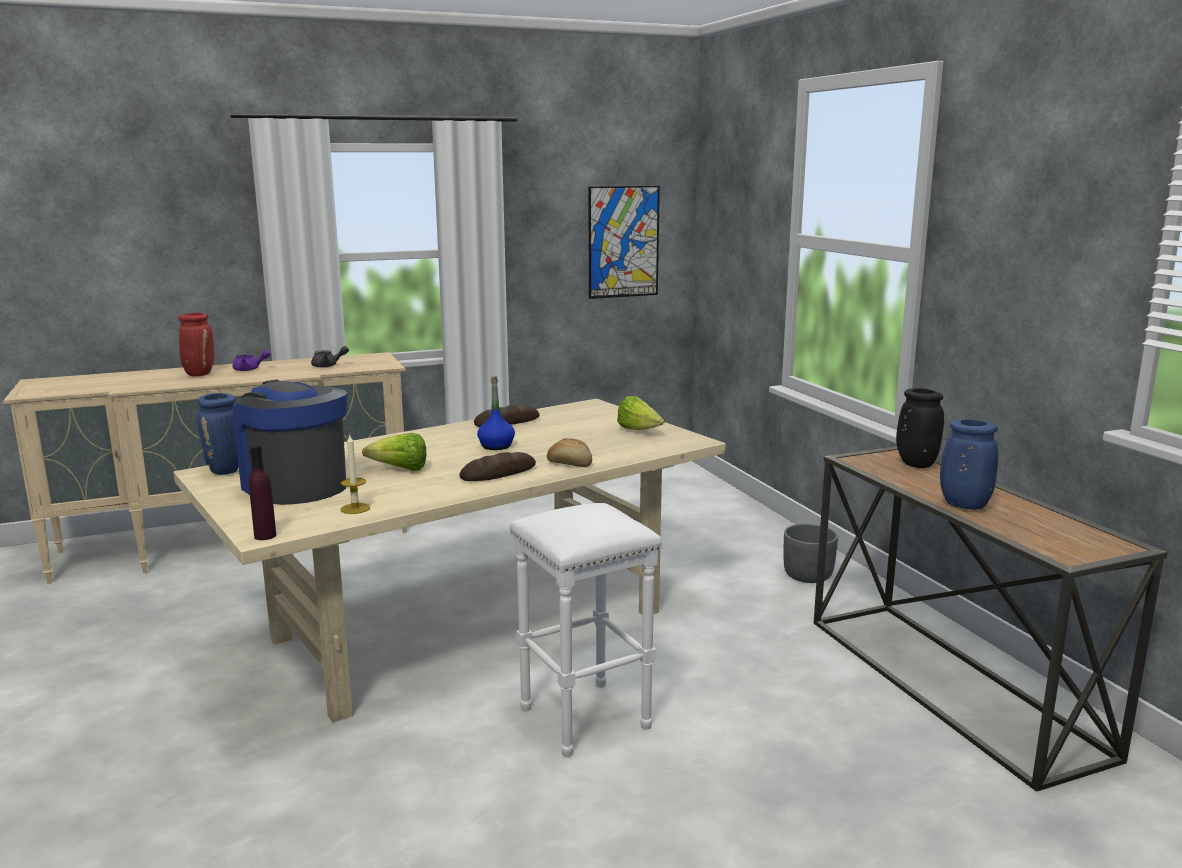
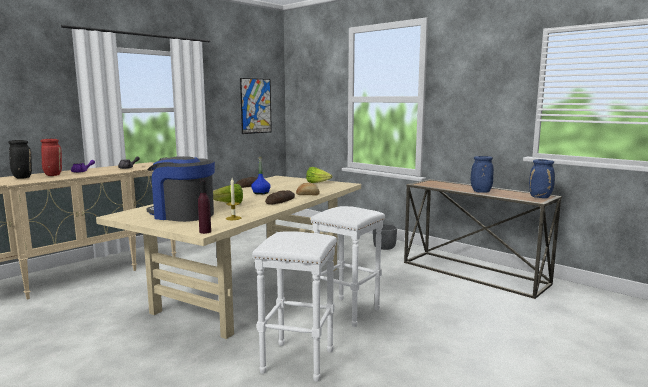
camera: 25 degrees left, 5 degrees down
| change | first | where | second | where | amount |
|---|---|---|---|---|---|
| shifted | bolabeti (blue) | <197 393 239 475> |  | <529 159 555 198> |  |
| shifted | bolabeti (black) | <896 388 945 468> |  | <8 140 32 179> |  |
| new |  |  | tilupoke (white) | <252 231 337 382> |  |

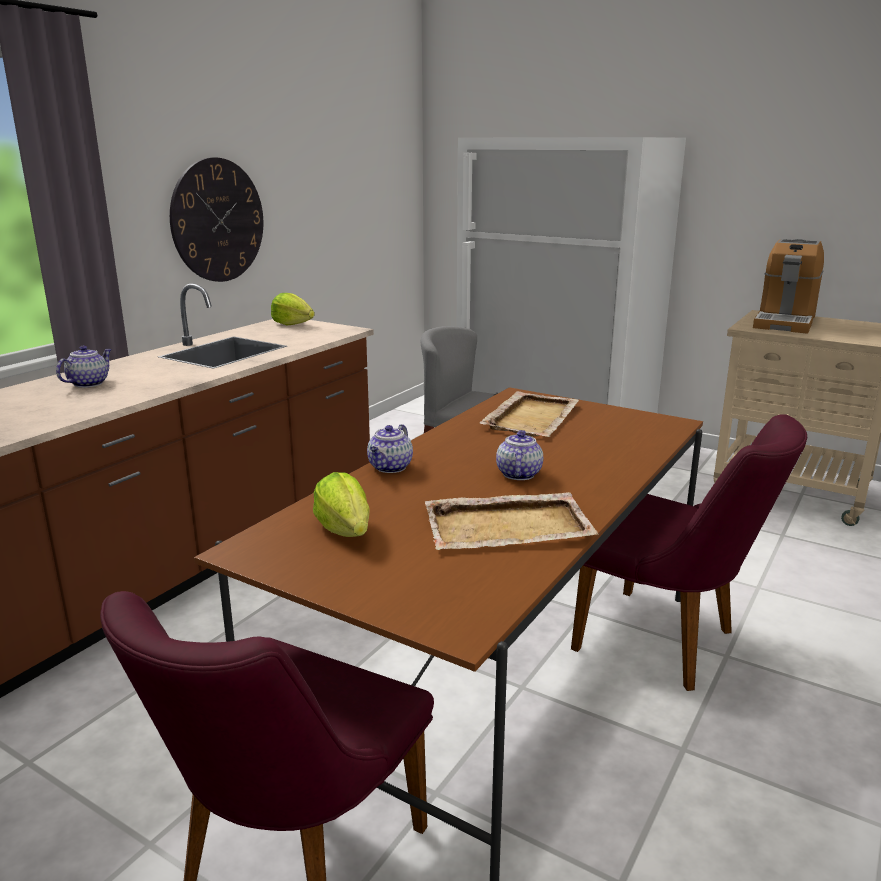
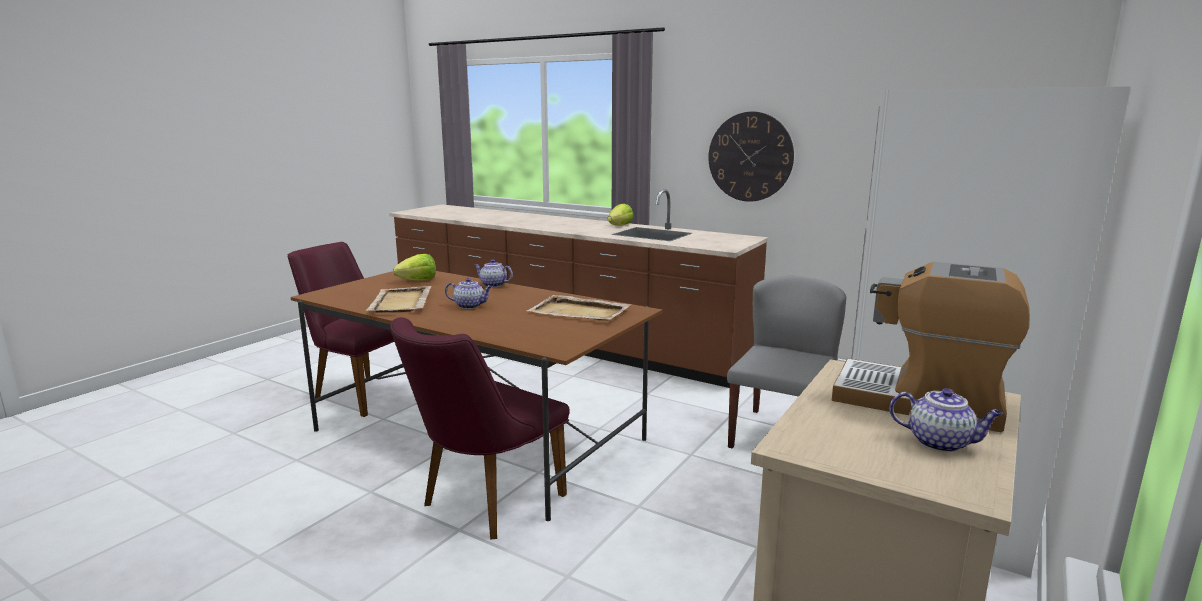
camera: 90 degrees right, 5 degrees down
| change | first | where | second | where | amount |
|---|---|---|---|---|---|
| shifted | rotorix | <56 346 112 388> |  | <890 388 1003 452> |  |
| shifted | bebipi | <271 293 315 325> |  | <608 203 633 226> |  |

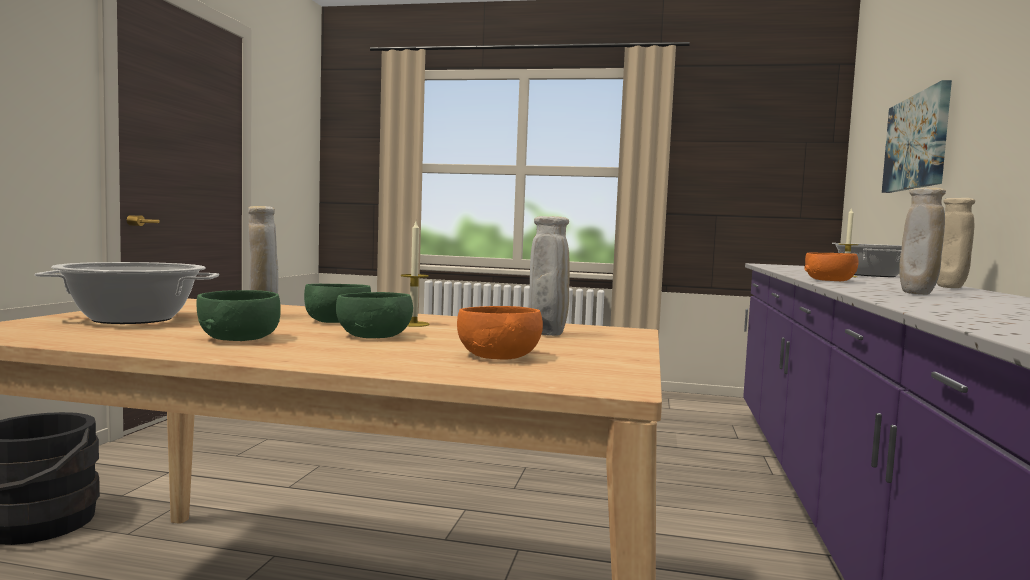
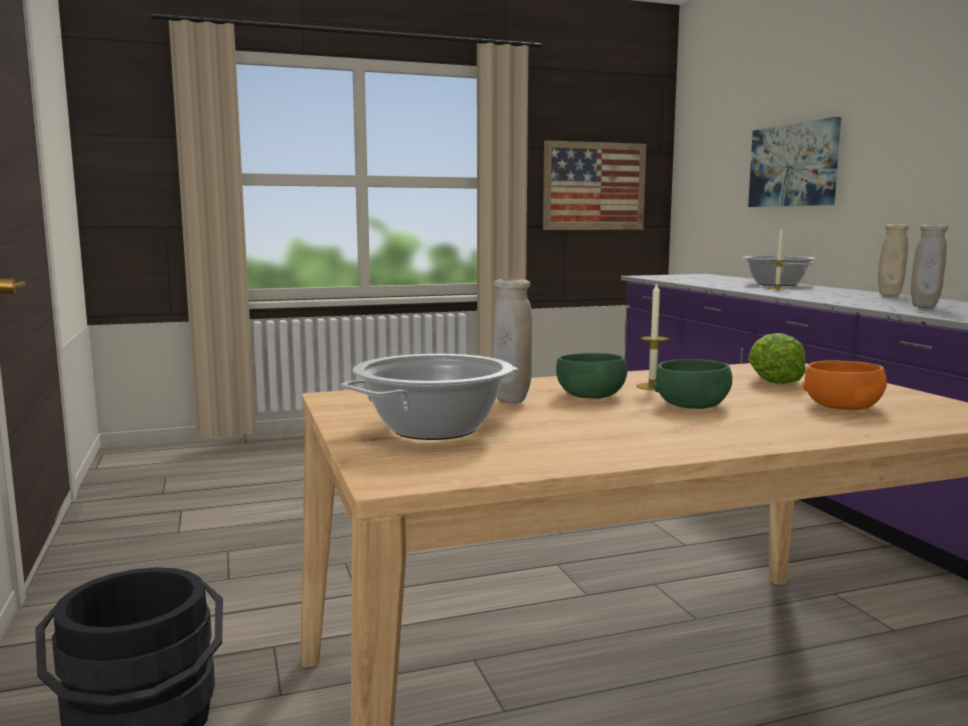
camera: 30 degrees left, 5 degrees up
| change | first | where | second | where | amount |
|---|---|---|---|---|---|
| gone | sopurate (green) | <197 290 281 341> |  |  |  |
| swapped | bolabeti (beige) | <529 216 570 336> | bebipi | <748 333 806 384> |  |
| gone | sopurate (orange) | <804 253 859 281> |  |  |  |
| new |  |  | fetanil | <543 140 646 230> |  |

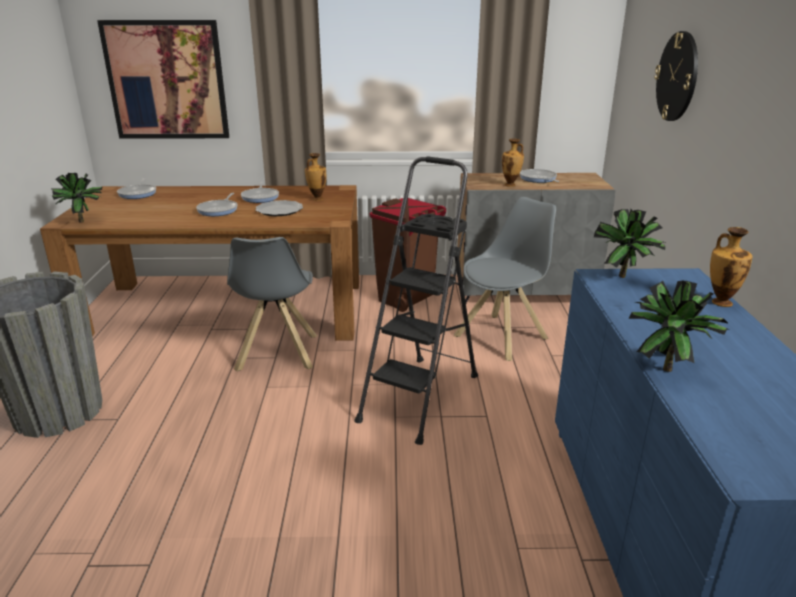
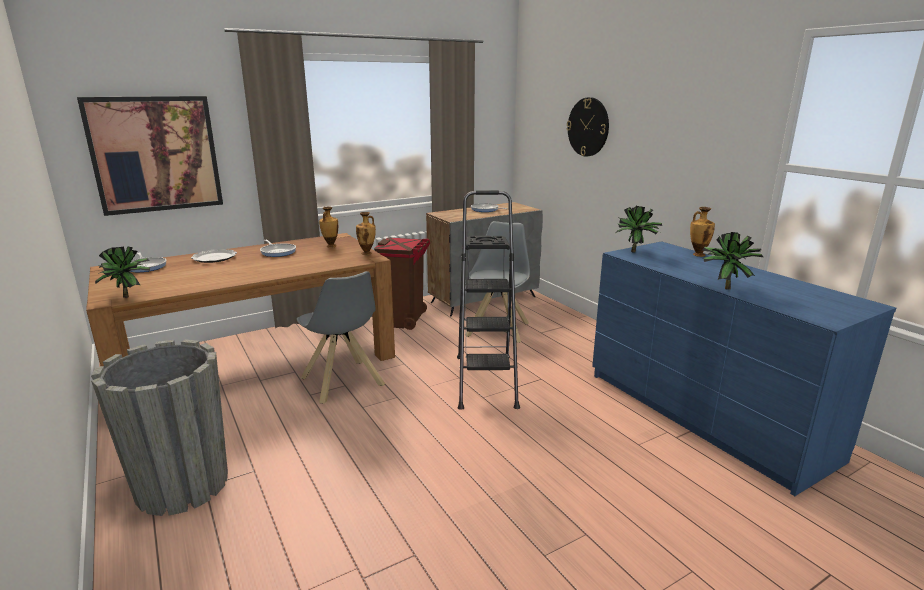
camera: 30 degrees left, 5 degrees down
| change | first | where | second | where | amount |
|---|---|---|---|---|---|
| gone | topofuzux | <196 193 238 216> |  |  |  |
| shifted | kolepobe | <256 200 303 216> |  | <191 249 237 263> |  |
| shifted | bolabeti | <502 139 524 187> |  | <356 212 376 255> |  |

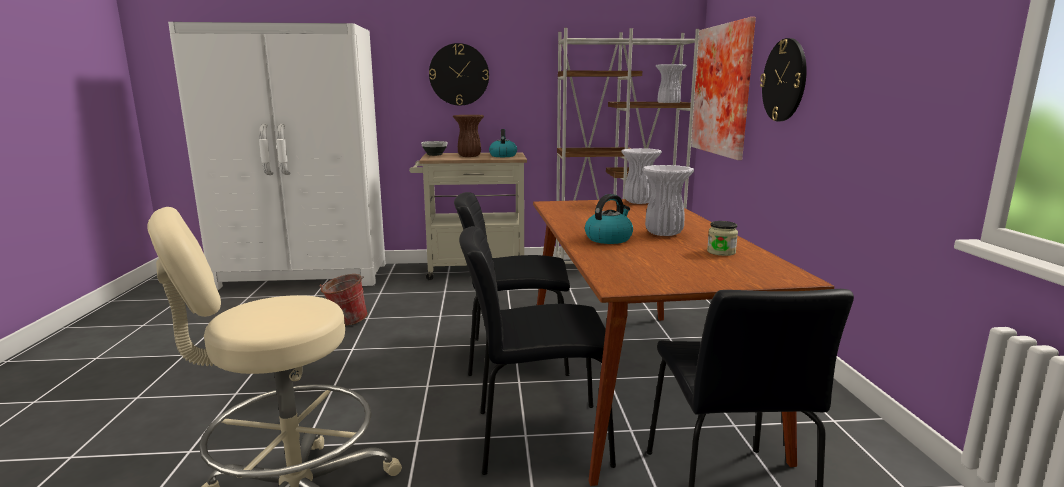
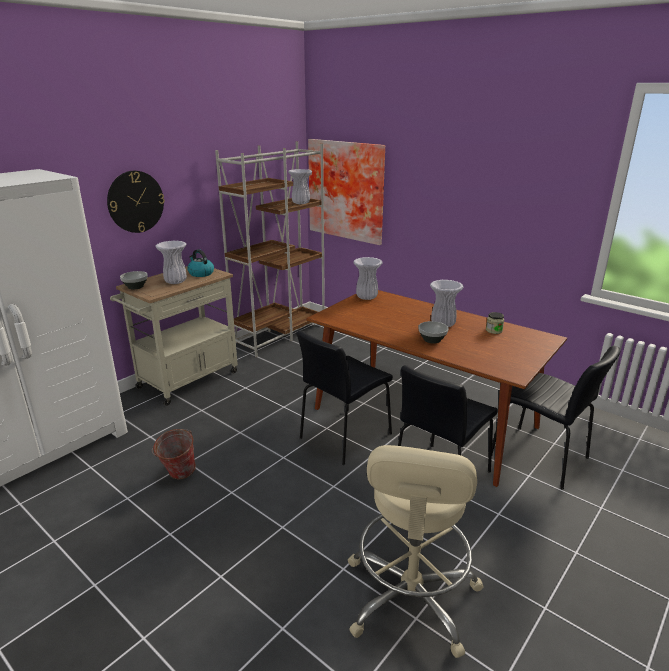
camera: 45 degrees left, 10 degrees up
| change | first | where | second | where | amount |
|---|---|---|---|---|---|
| repainted | bolabeti (brown) | <453 115 484 157> | bolabeti (white) | <155 241 187 284> |  |
| swapped | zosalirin | <585 194 633 244> | sopurate | <418 321 449 344> |  |
| gone | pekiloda | <760 38 807 121> |  |  |  |

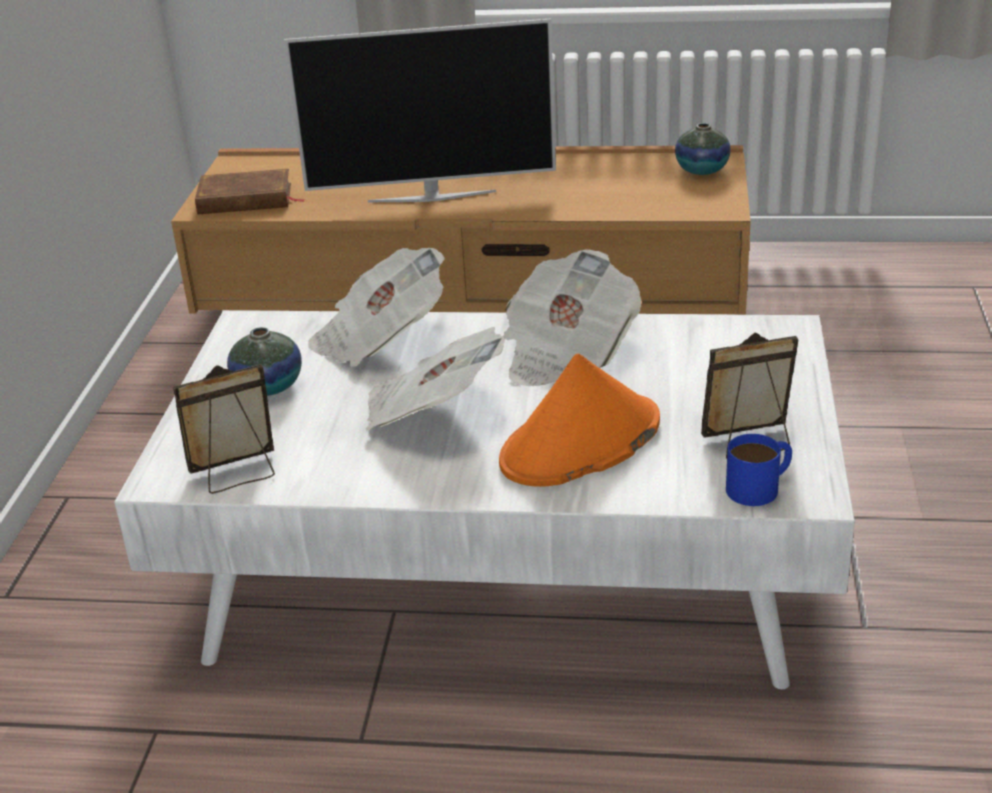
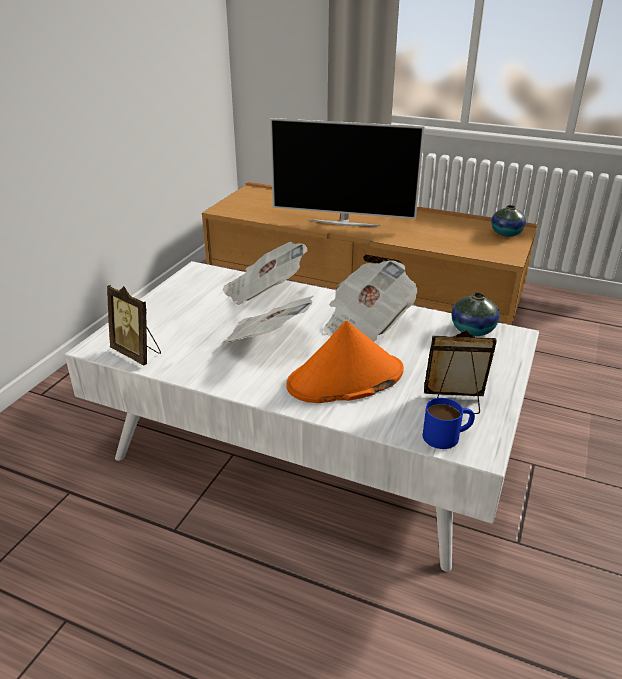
camera: 15 degrees right, 0 degrees up
| change | first | where | second | where | amount |
|---|---|---|---|---|---|
| rotated | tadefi | <173 364 275 494> |  | <107 285 161 365> | 135 degrees counterclockwise |
| gone | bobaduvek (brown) | <195 169 306 214> |  |  |  |
| shifted | bolabeti | <227 327 302 396> |  | <452 293 500 336> |  |

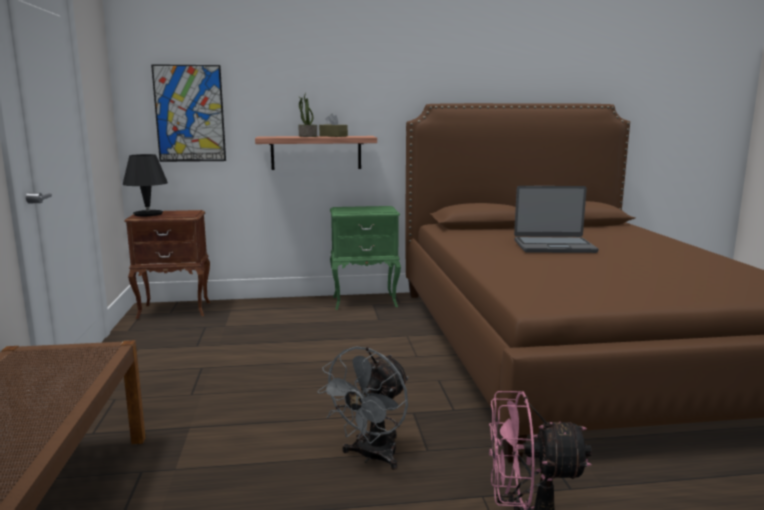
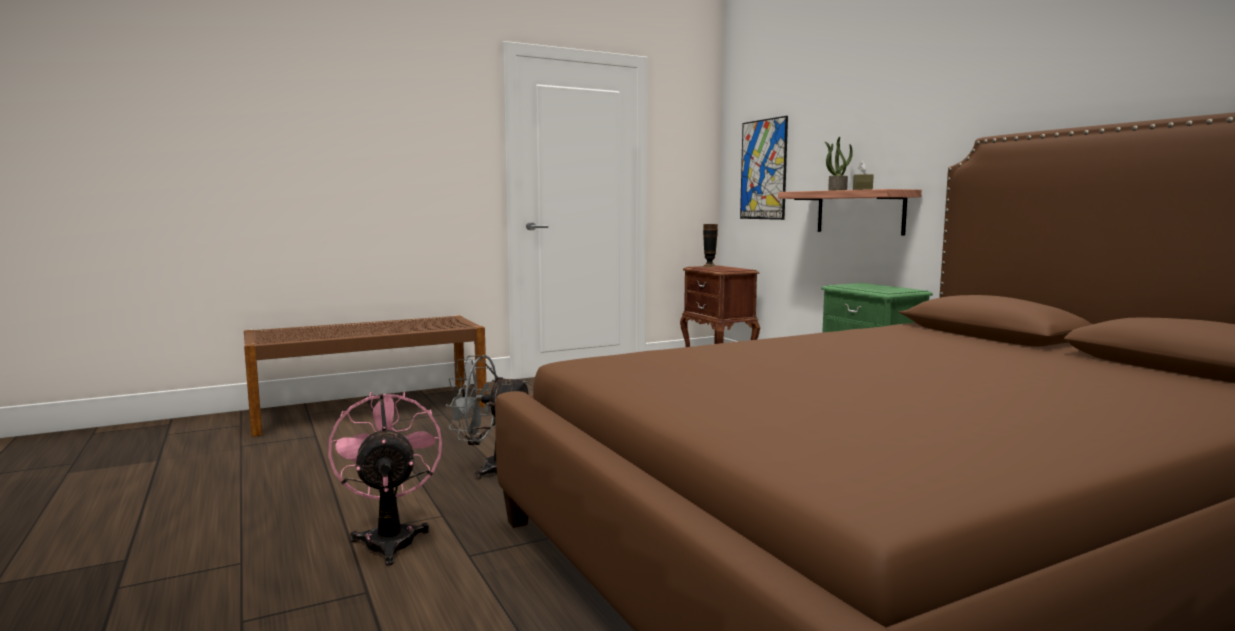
camera: 70 degrees right, 5 degrees down
| change | first | where | second | where | amount |
|---|---|---|---|---|---|
| swapped | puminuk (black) | <122 154 168 216> | bolabeti | <702 224 718 268> |  |
| gone | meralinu | <514 186 598 253> |  |  |  |

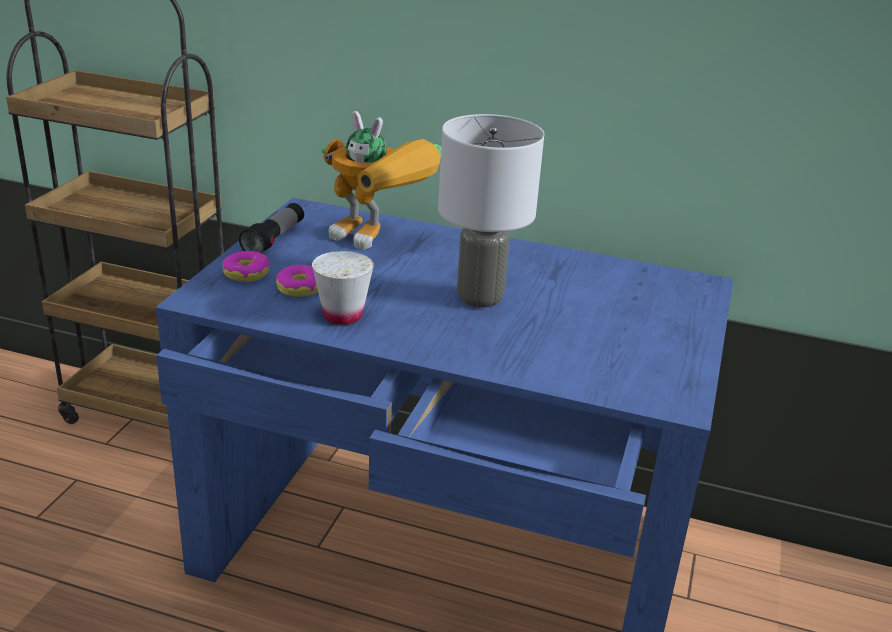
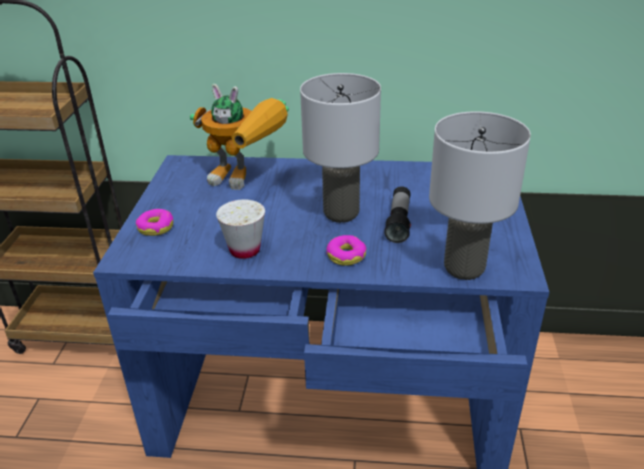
camera: 10 degrees left, 5 degrees up
| change | first | where | second | where | amount |
|---|---|---|---|---|---|
| shifted | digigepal | <239 203 304 253> |  | <384 187 411 243> |  |
| shifted | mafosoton | <276 265 318 297> |  | <326 235 367 266> |  |
| new |  |  | puminuk (white) | <429 111 531 280> |  |

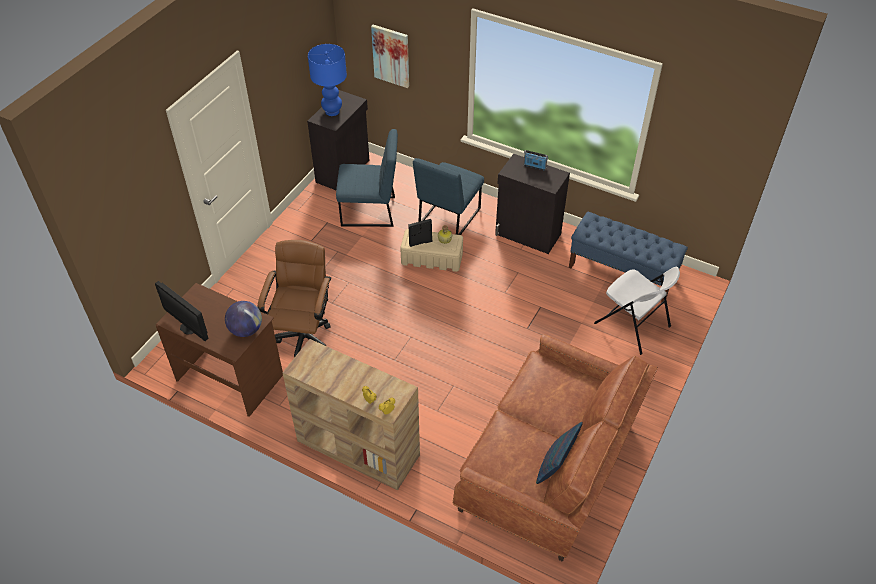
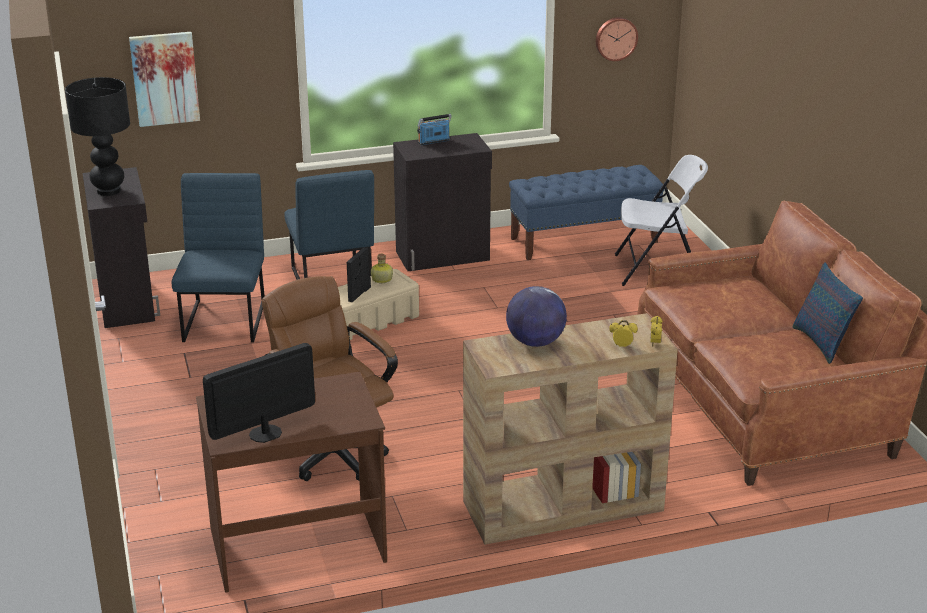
camera: 45 degrees left, 20 degrees down
| change | first | where | second | where | amount |
|---|---|---|---|---|---|
| rotated | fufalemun | <155 281 208 341> |  | <203 343 315 443> | 150 degrees clockwise |
| shifted | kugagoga | <225 301 262 337> |  | <506 286 567 347> |  |
| repainted | puminuk (blue) | <308 44 347 116> | puminuk (black) | <65 77 130 196> |  |
| rotated | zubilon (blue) | <336 129 398 227> |  | <171 173 265 342> | 45 degrees counterclockwise |
| new |  |  | pekiloda | <596 17 638 61> |  |

